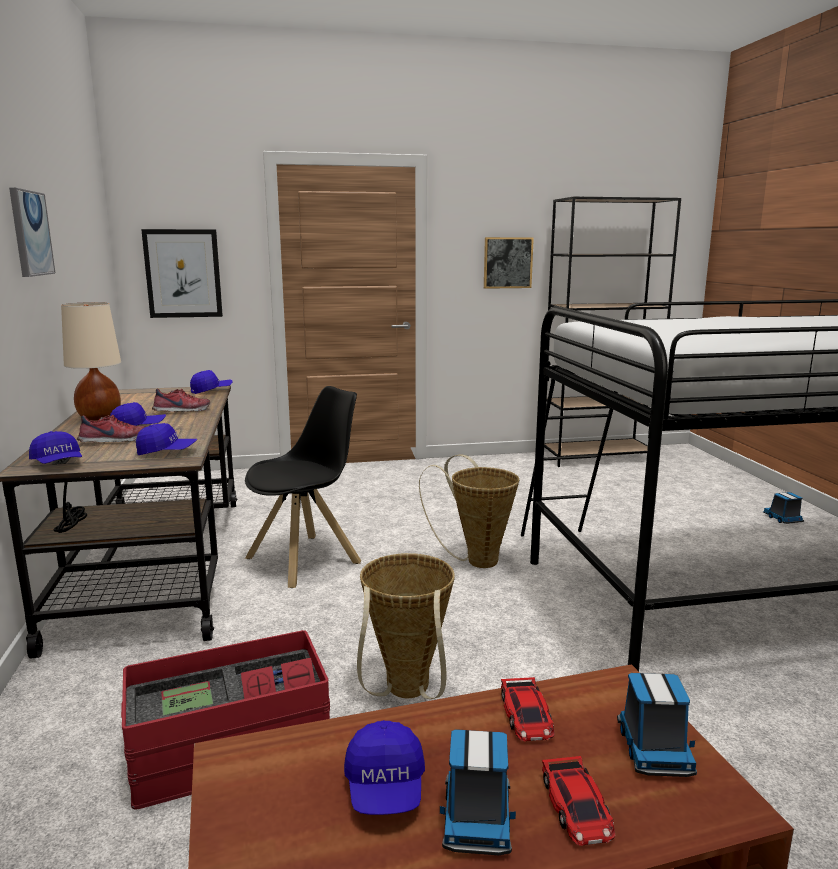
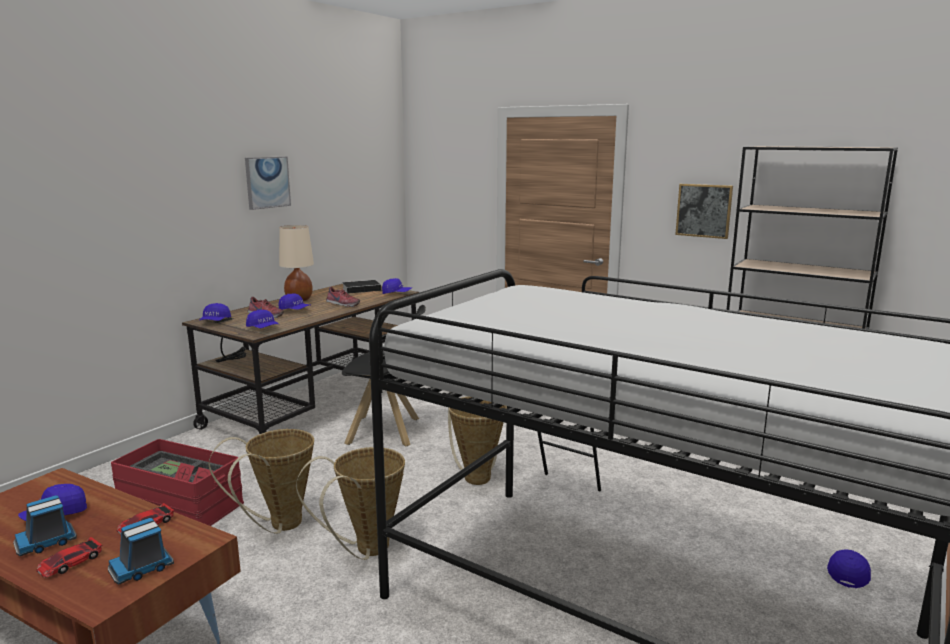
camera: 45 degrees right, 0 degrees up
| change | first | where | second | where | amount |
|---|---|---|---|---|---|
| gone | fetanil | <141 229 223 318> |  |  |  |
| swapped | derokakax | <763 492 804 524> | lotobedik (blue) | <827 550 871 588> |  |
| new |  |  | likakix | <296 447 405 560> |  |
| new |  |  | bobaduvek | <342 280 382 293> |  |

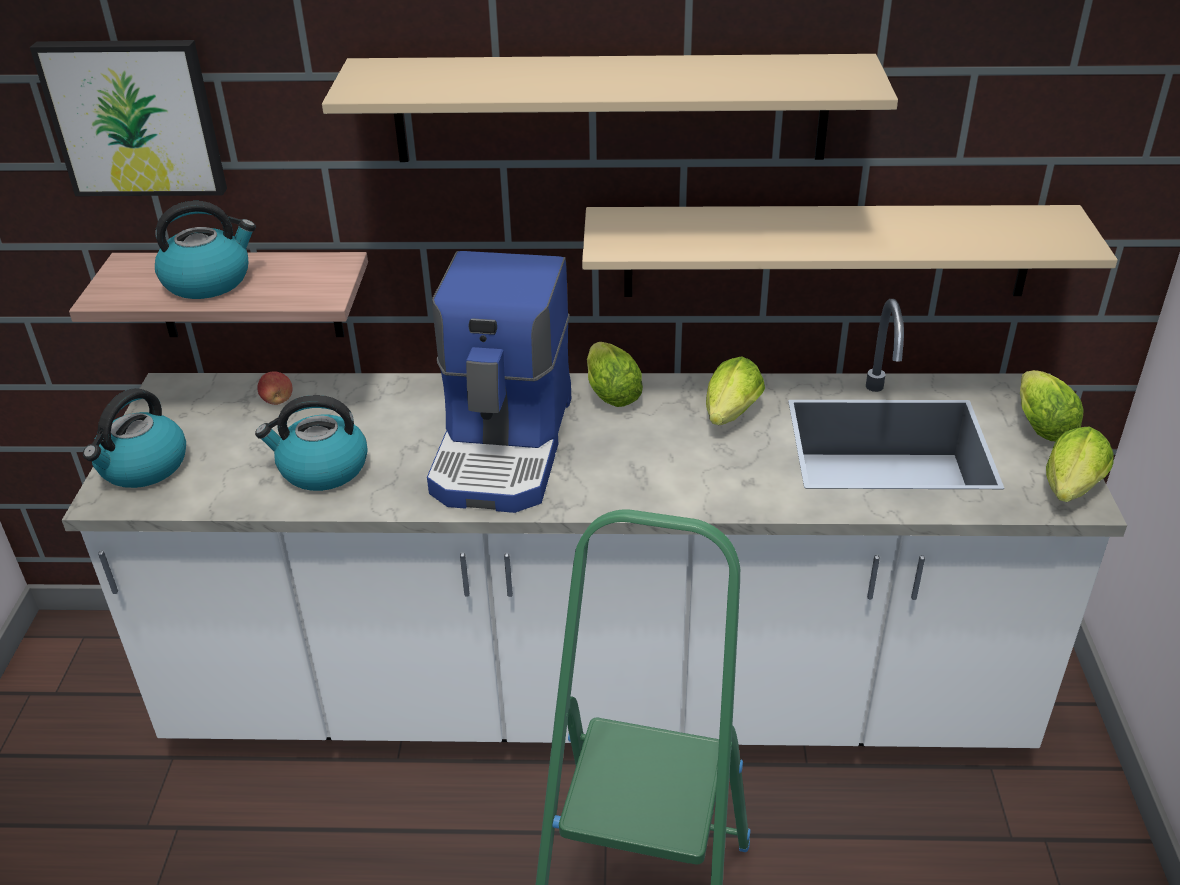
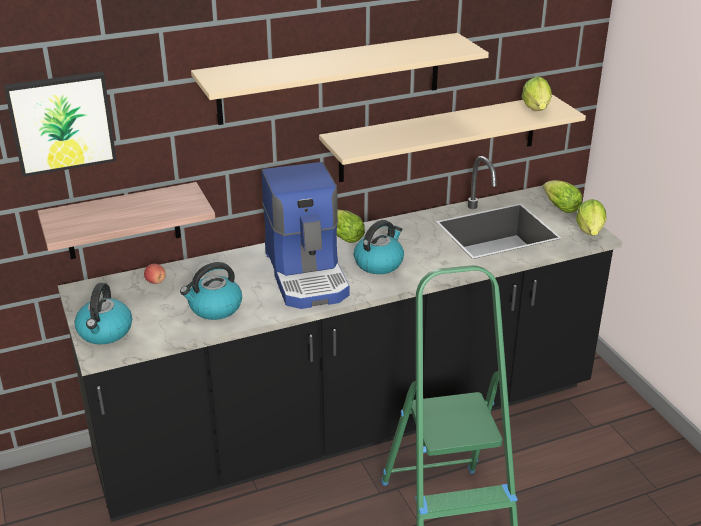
camera: 25 degrees left, 5 degrees down
| change | first | where | second | where | amount |
|---|---|---|---|---|---|
| repainted | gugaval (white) | <62 299 1127 748> | gugaval (black) | <58 156 622 522> |  |
| shifted | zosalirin | <155 201 256 299> |  | <354 220 404 274> |  |
| shifted | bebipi | <706 357 765 425> |  | <522 76 552 111> |  |

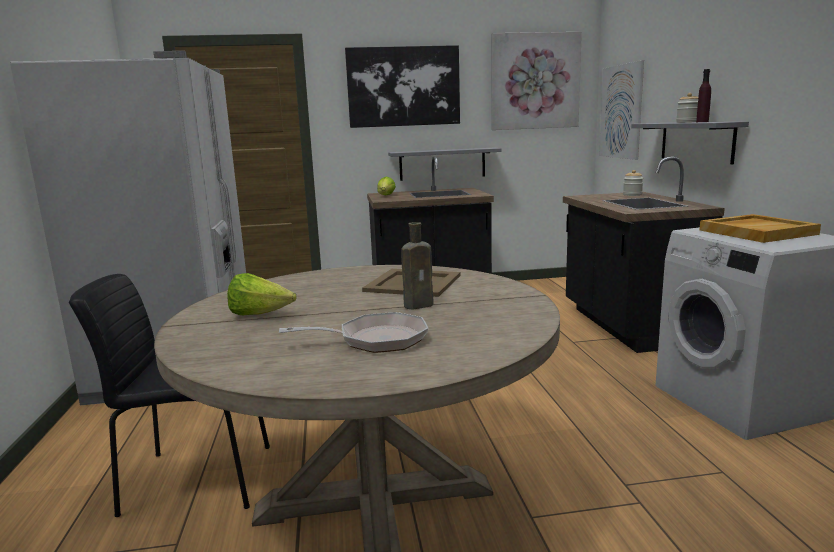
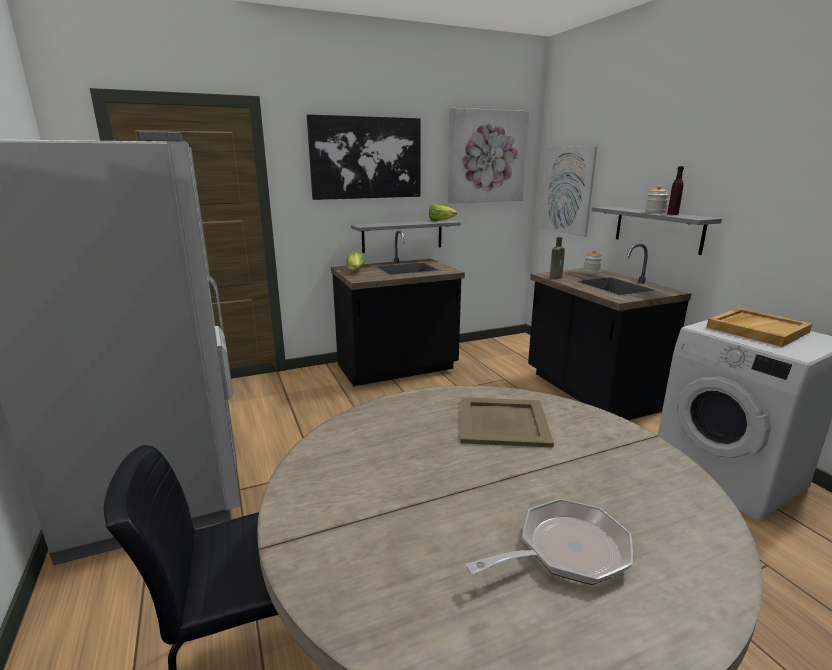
camera: 15 degrees left, 5 degrees up
| change | first | where | second | where | amount |
|---|---|---|---|---|---|
| shifted | bebipi | <227 273 297 315> |  | <429 204 457 222> |  |
| shifted | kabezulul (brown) | <401 222 433 309> |  | <550 237 565 279> |  |

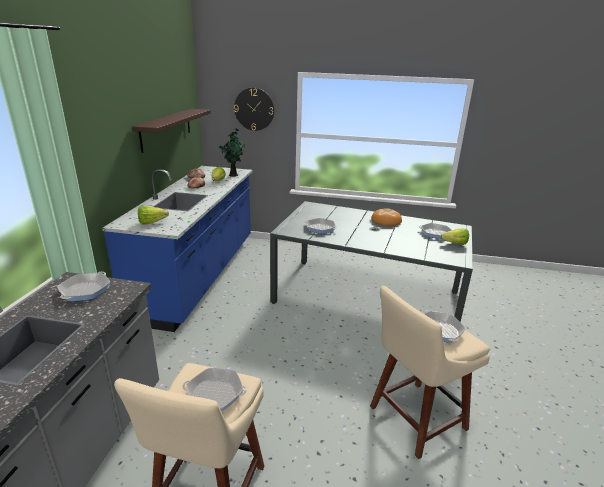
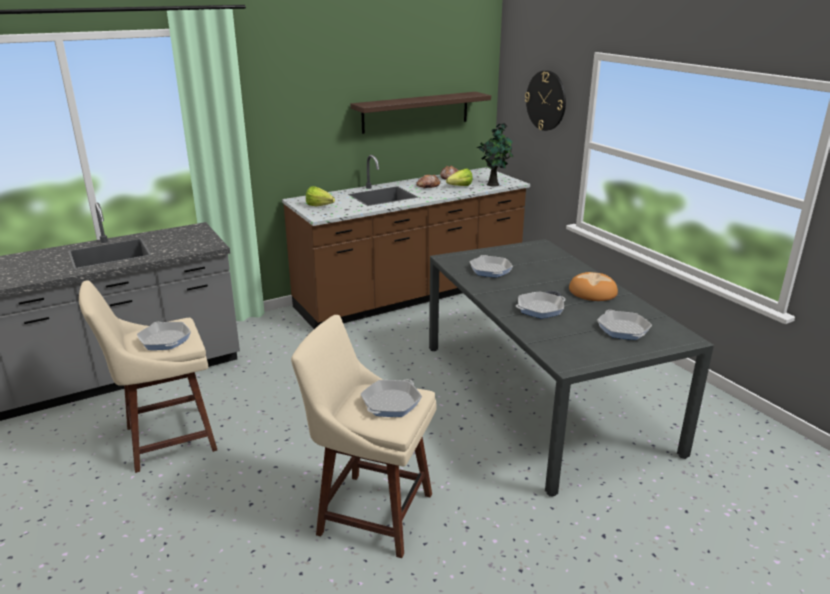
camera: 50 degrees right, 0 degrees up
| change | first | where | second | where | amount |
|---|---|---|---|---|---|
| shifted | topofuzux | <57 272 110 301> |  | <516 291 565 318> |  |
| repainted | gugaval (blue) | <102 166 253 332> | gugaval (brown) | <282 155 530 329> |  |
| gone | bebipi | <441 229 469 245> |  |  |  |

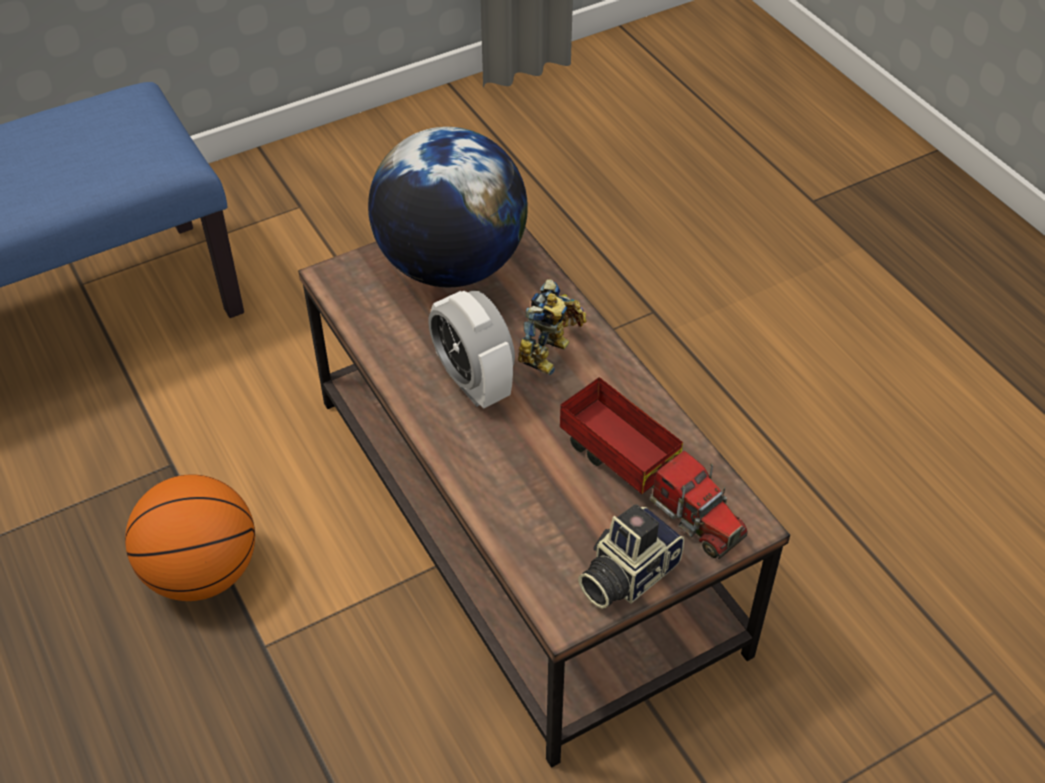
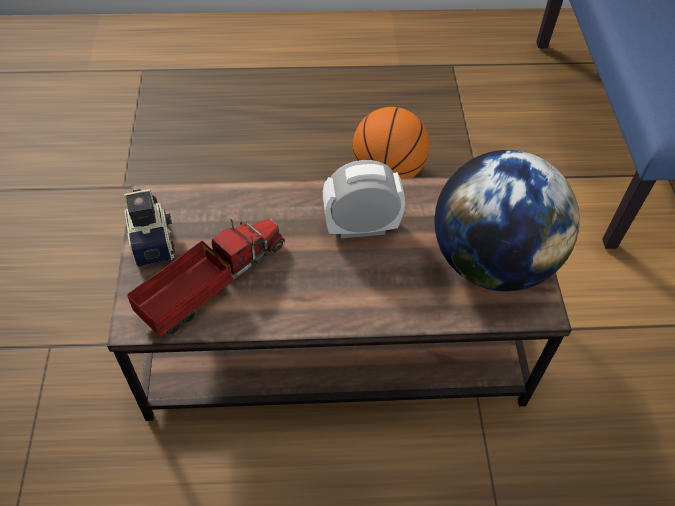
camera: 115 degrees right, 5 degrees up
| change | first | where | second | where | amount |
|---|---|---|---|---|---|
| gone | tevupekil | <518 279 587 375> |  |  |  |
| rotated | derokakax | <560 377 748 559> |  | <127 218 285 337> | 150 degrees clockwise |

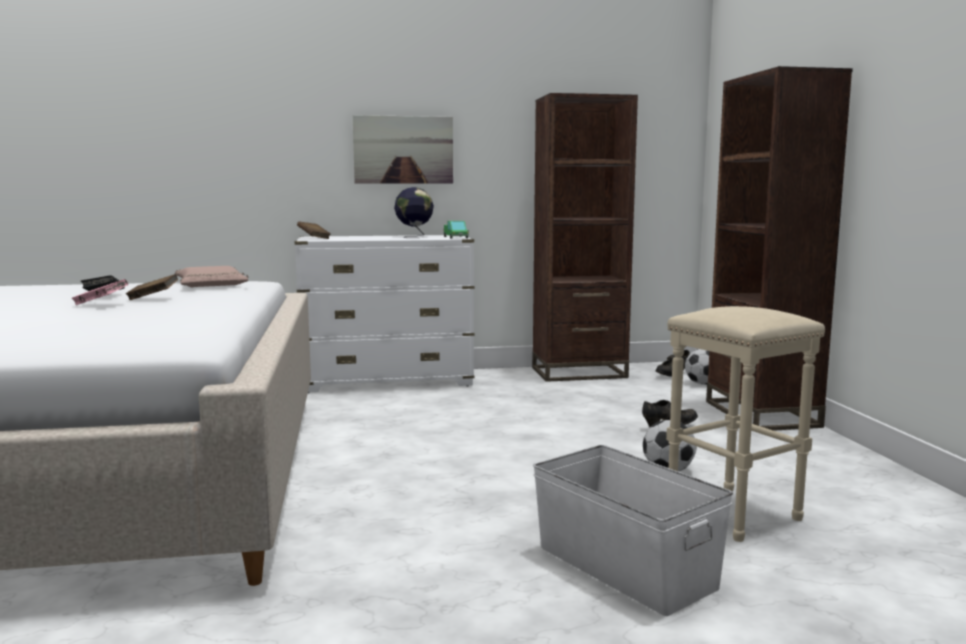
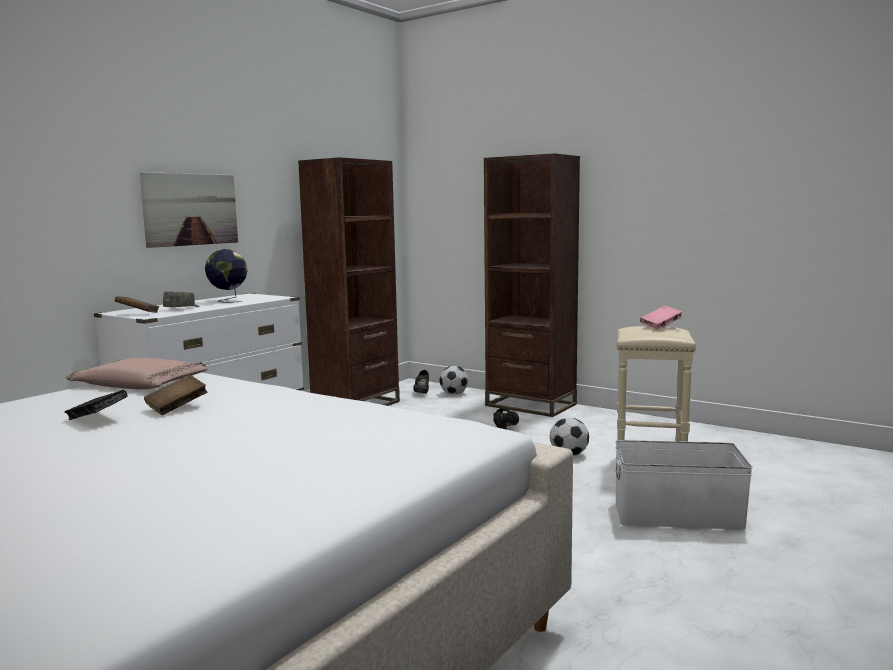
camera: 45 degrees left, 0 degrees up
| change | first | where | second | where | amount |
|---|---|---|---|---|---|
| shifted | bobaduvek (pink) | <71 279 128 305> |  | <640 306 682 329> |  |
| gone | derokakax | <443 221 469 239> |  |  |  |
| new |  |  | lotobedik (grey) | <163 291 199 307> |  |

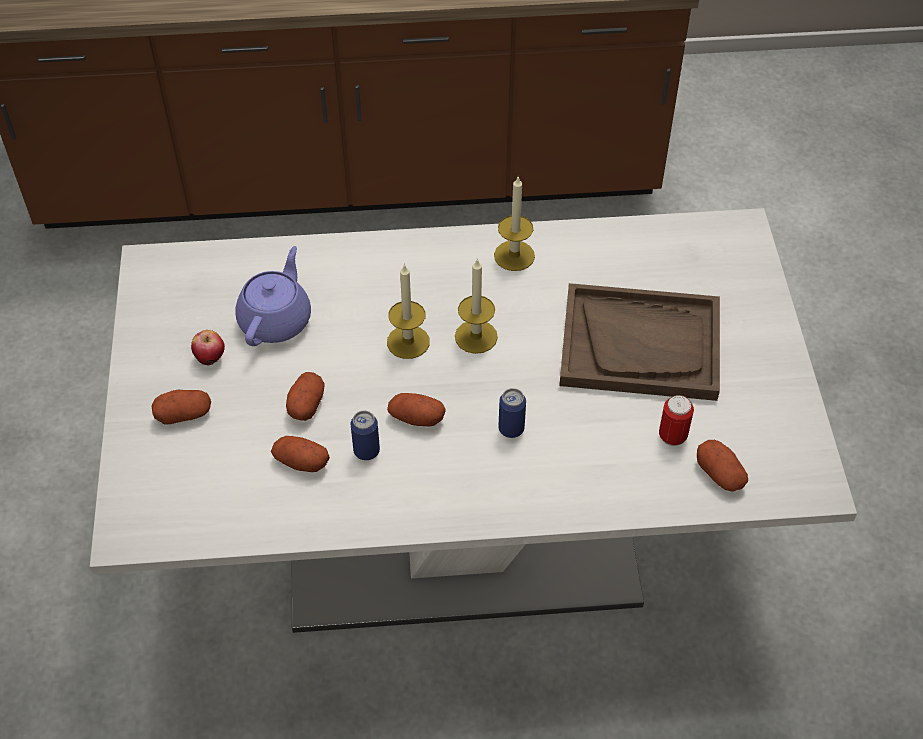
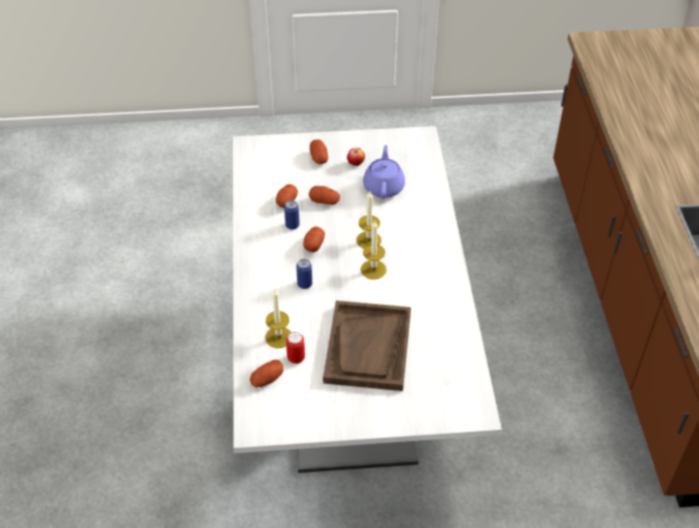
camera: 90 degrees right, 5 degrees down
| change | first | where | second | where | amount |
|---|---|---|---|---|---|
| rotated | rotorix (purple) | <235 246 311 346> |  | <363 145 405 199> | 105 degrees counterclockwise |
| shifted | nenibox | <494 177 535 271> |  | <265 289 291 348> |  |

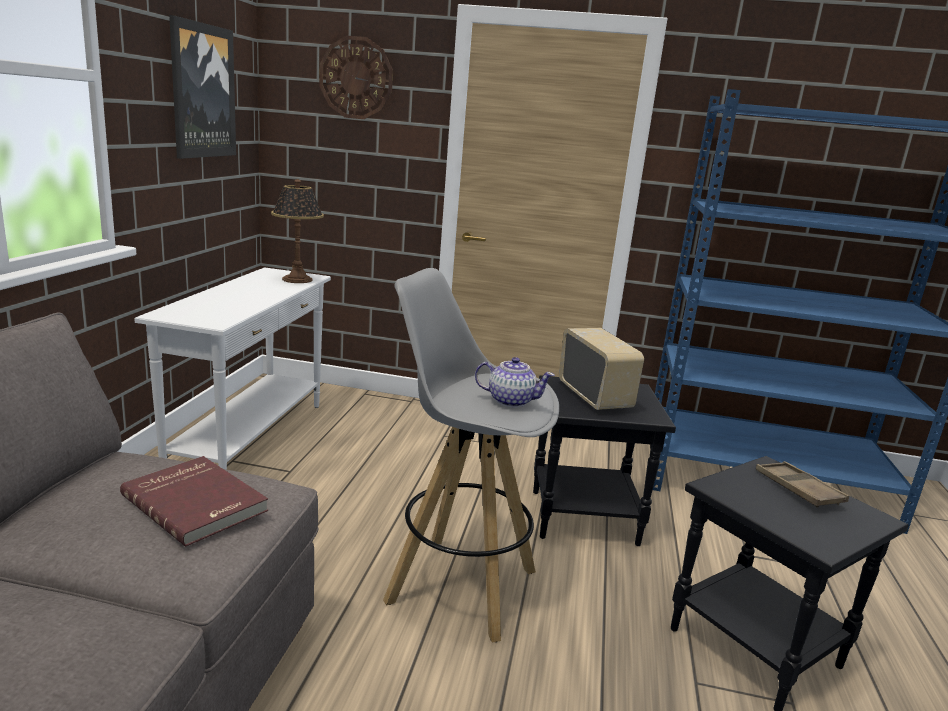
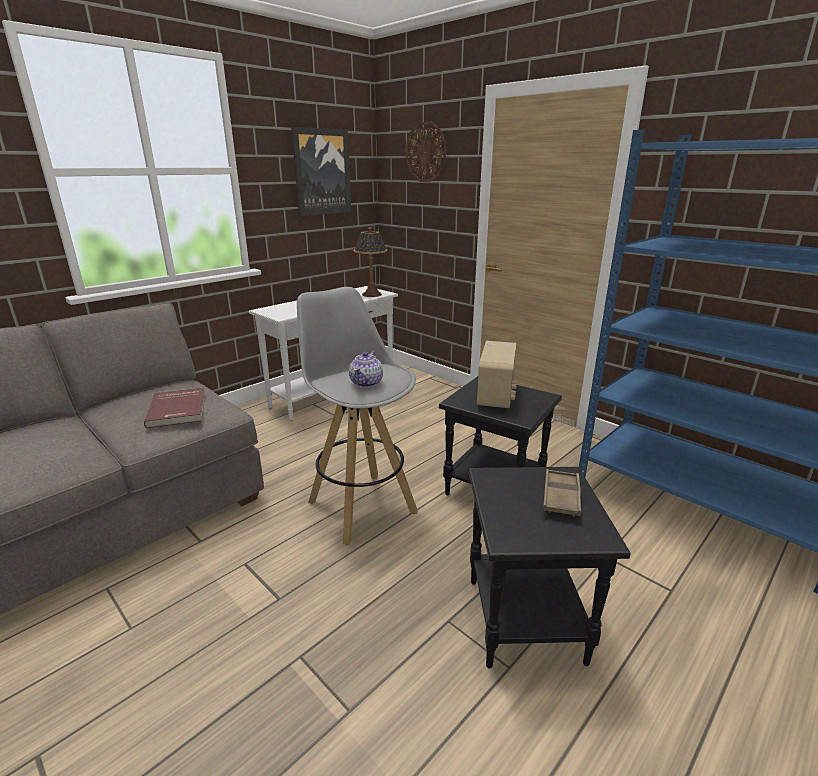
camera: 35 degrees right, 5 degrees up
| change | first | where | second | where | amount |
|---|---|---|---|---|---|
| rotated | rotorix | <475 357 555 408> |  | <349 351 383 388> | 60 degrees clockwise |

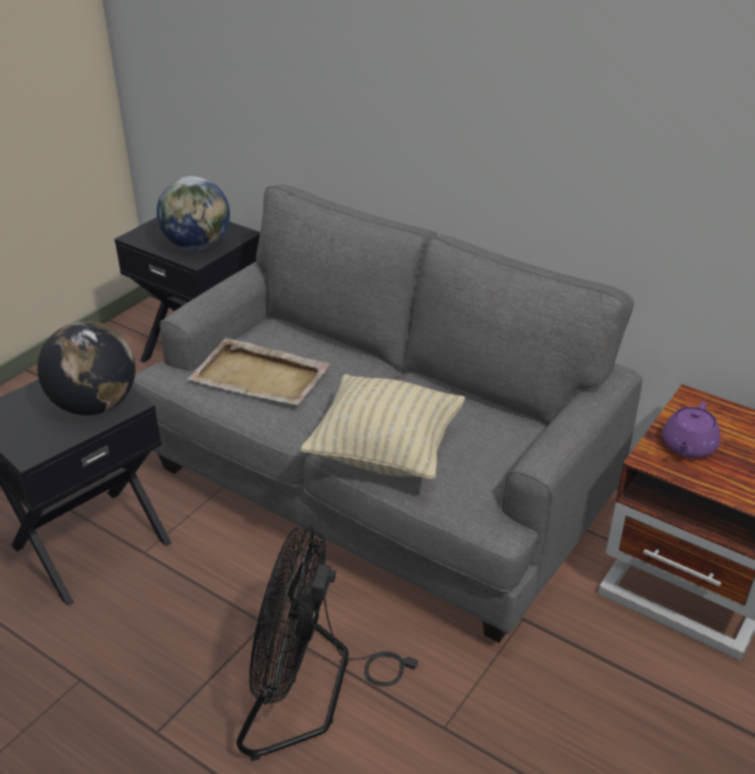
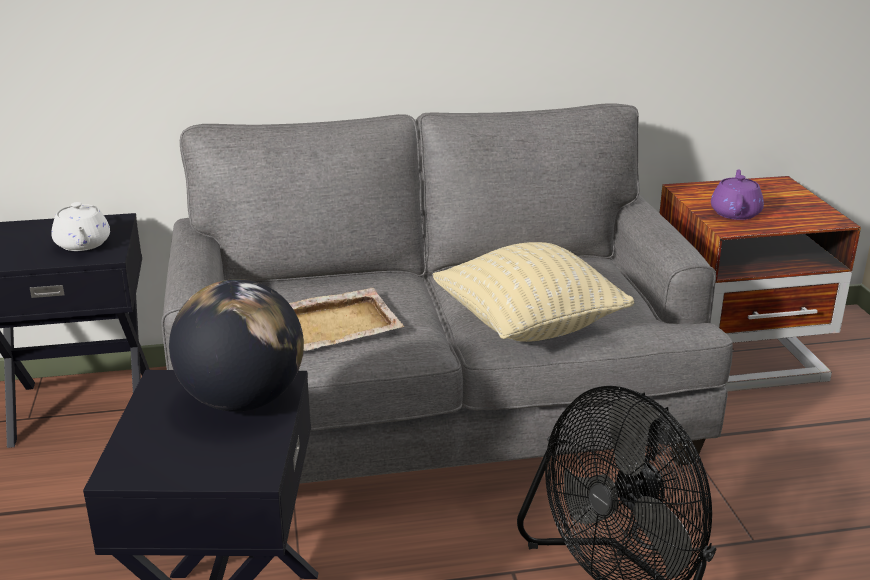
camera: 45 degrees left, 10 degrees down
| change | first | where | second | where | amount |
|---|---|---|---|---|---|
| swapped | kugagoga | <156 176 230 250> | rotorix (white) | <51 202 110 251> |  |
| rotated | rotorix (purple) | <663 402 720 458> |  | <711 169 764 220> | 150 degrees counterclockwise |

